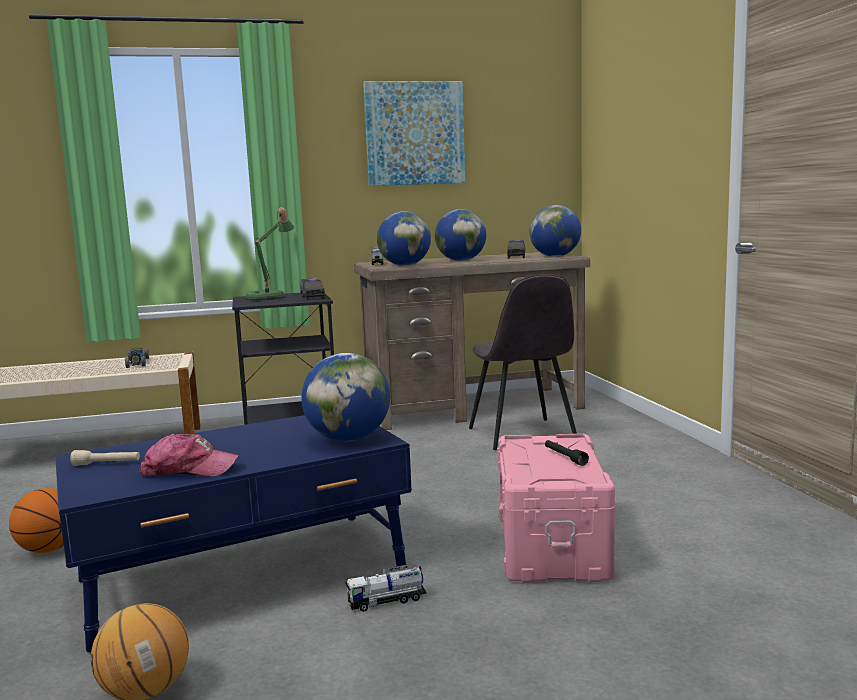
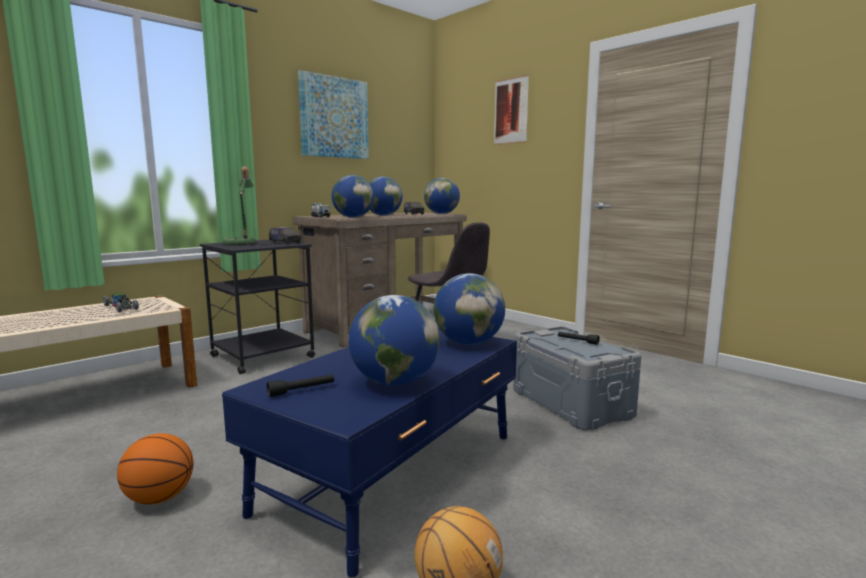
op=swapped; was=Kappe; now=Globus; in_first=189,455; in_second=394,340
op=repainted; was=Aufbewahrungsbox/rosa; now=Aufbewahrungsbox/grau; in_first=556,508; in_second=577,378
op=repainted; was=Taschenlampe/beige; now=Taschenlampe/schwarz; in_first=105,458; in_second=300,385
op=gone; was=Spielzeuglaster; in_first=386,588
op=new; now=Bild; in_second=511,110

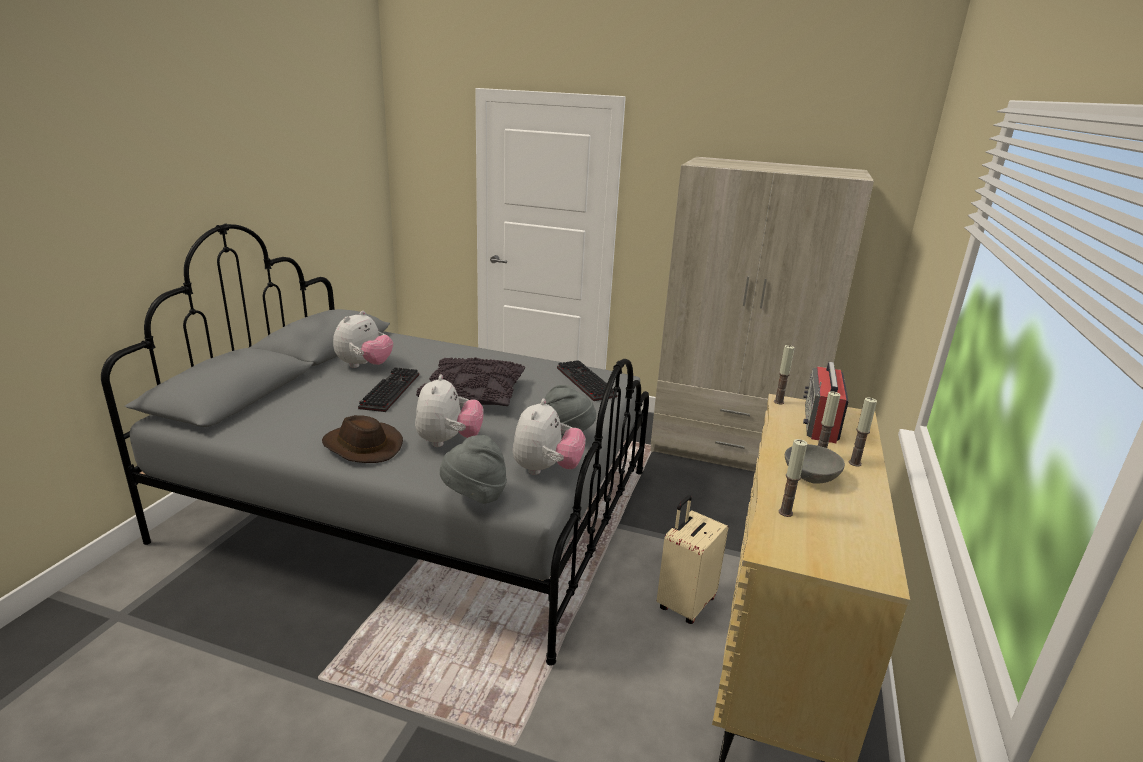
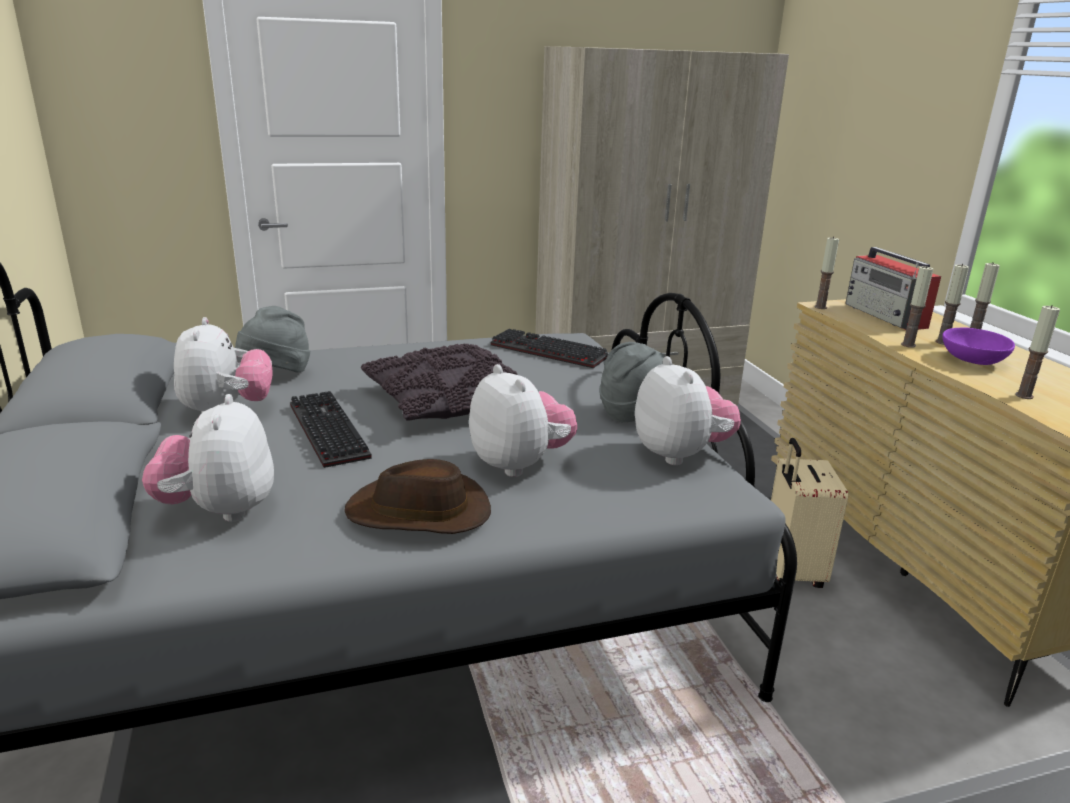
op=shifted; was=Hut/grau; in_first=473,469; in_second=272,339
op=repainted; was=Schüssel/grau; now=Schüssel/lila; in_first=815,464; in_second=978,346
op=new; now=Kerze; in_second=917,306
op=new; now=Plüschtier; in_second=208,458

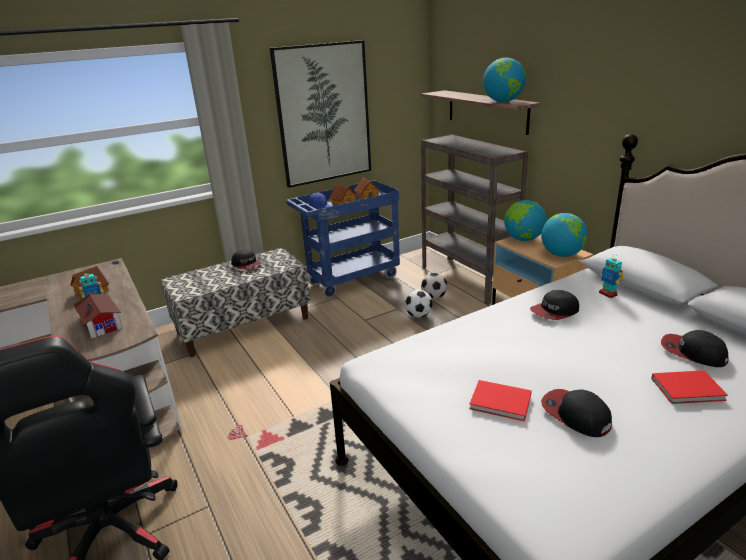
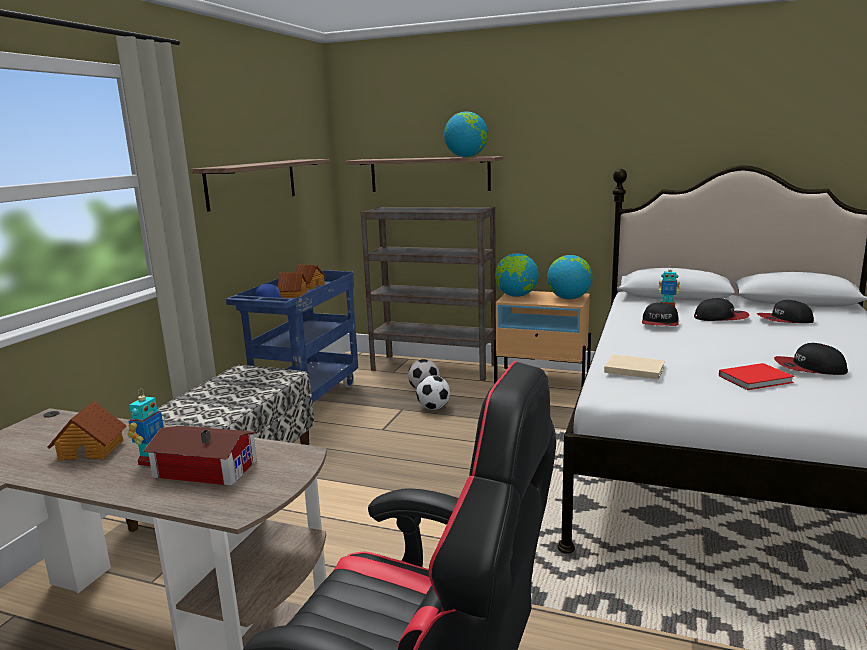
op=swapped; was=Bild; now=Wandregal; in_first=320,114; in_second=260,185
op=shifted; was=Kappe; in_first=246,259; in_second=721,309
op=gone; was=Buch/rot; in_first=689,387
op=new; now=Buch/beige; in_second=634,367

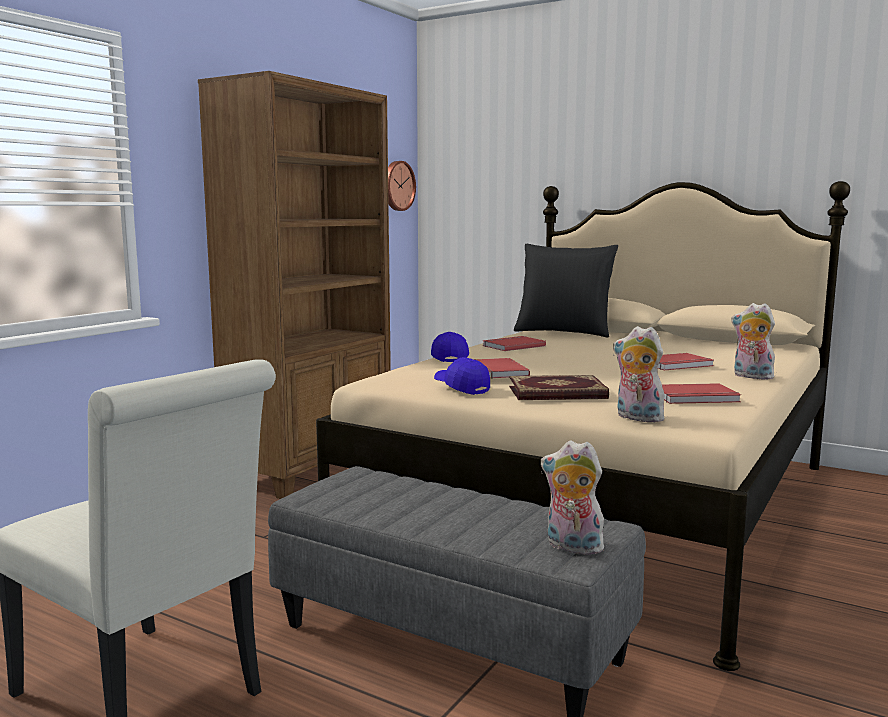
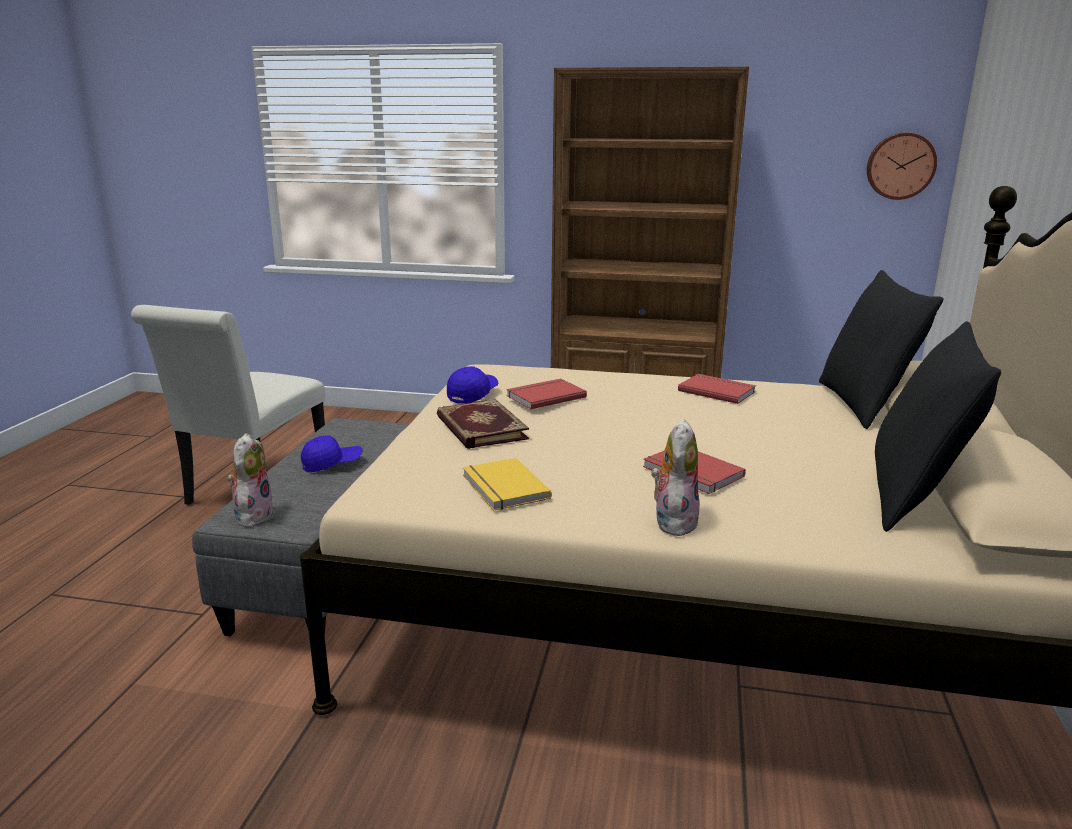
op=gone; was=Plüschtier; in_first=638,374
op=shifted; was=Kappe/blau; in_first=450,347; in_second=332,453
op=repainted; was=Buch/rot; now=Buch/gelb; in_first=701,393; in_second=507,484
op=new; now=Kissen/schwarz; in_second=938,426

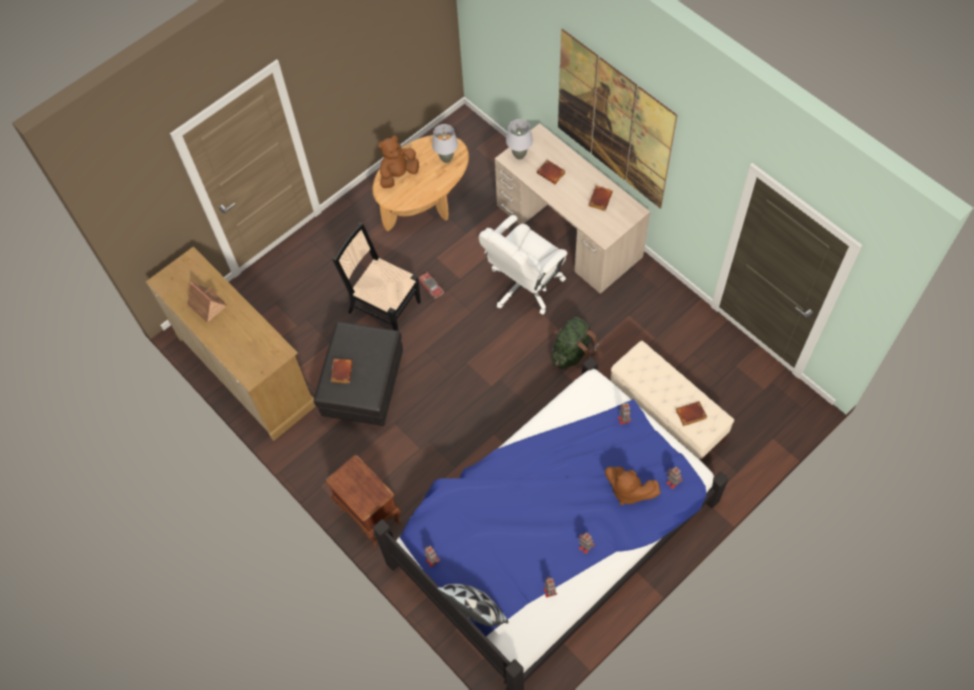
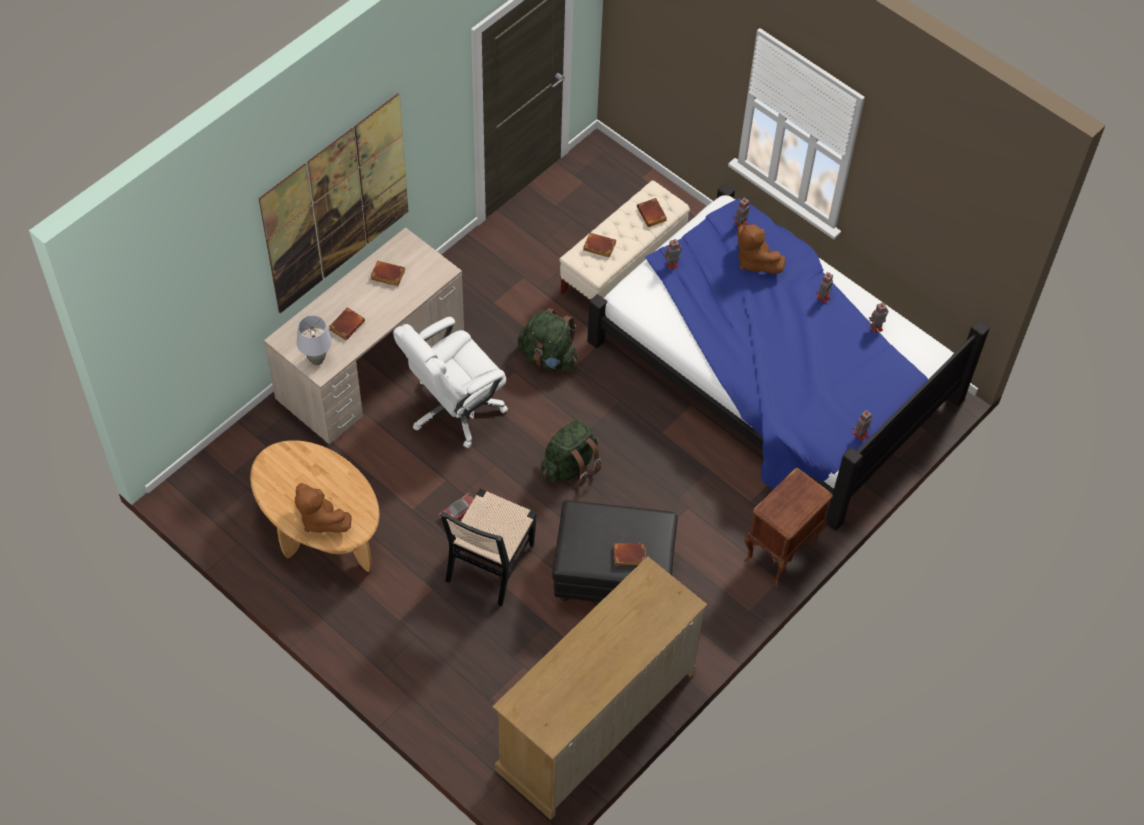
op=gone; was=Tischlampe/grau; in_first=445,143
op=rotated; was=Bürostuhl/weiß; in_first=523,265; in_second=450,382; clockwise=105
op=gone; was=Spielzeughaus; in_first=206,302
op=rotated; was=Plüschtier/braun; in_first=633,486; in_second=761,248; clockwise=120
op=gone; was=Kissen; in_first=473,605
op=new; now=Buch/braun; in_second=599,245
op=new; now=Rucksack/grün; in_second=571,454

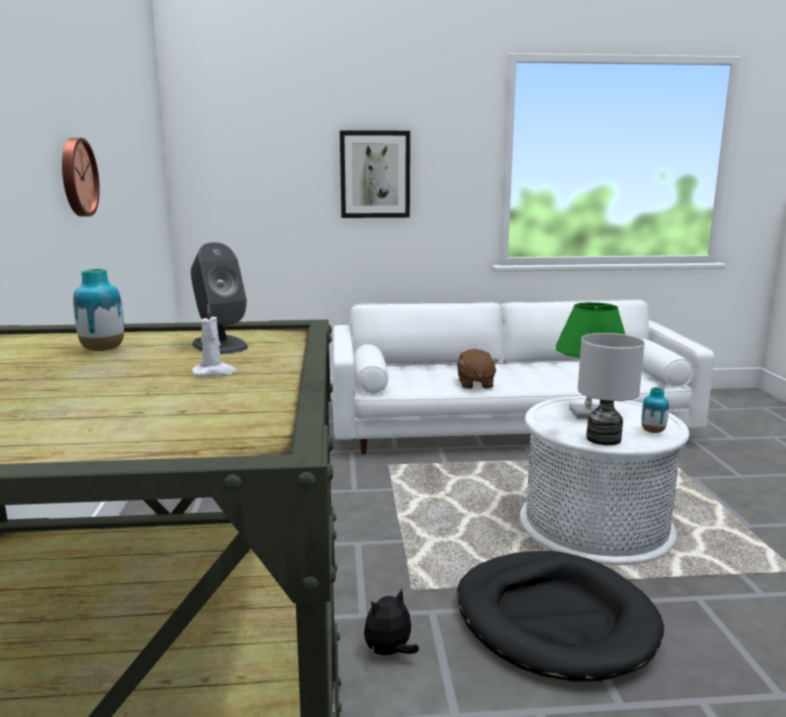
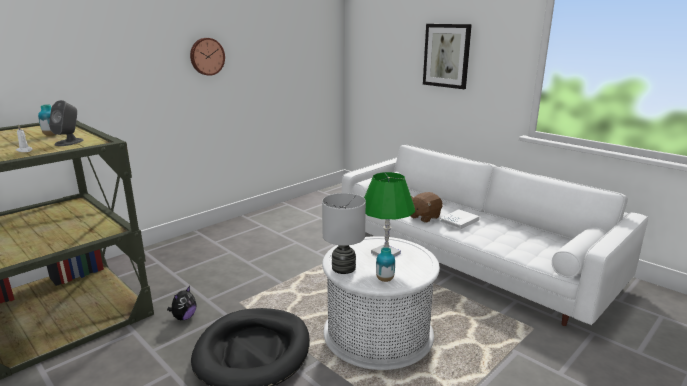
op=rotated; was=Plüschtier; in_first=391,623; in_second=182,303; clockwise=105
op=new; now=Buch/weiß; in_second=459,219

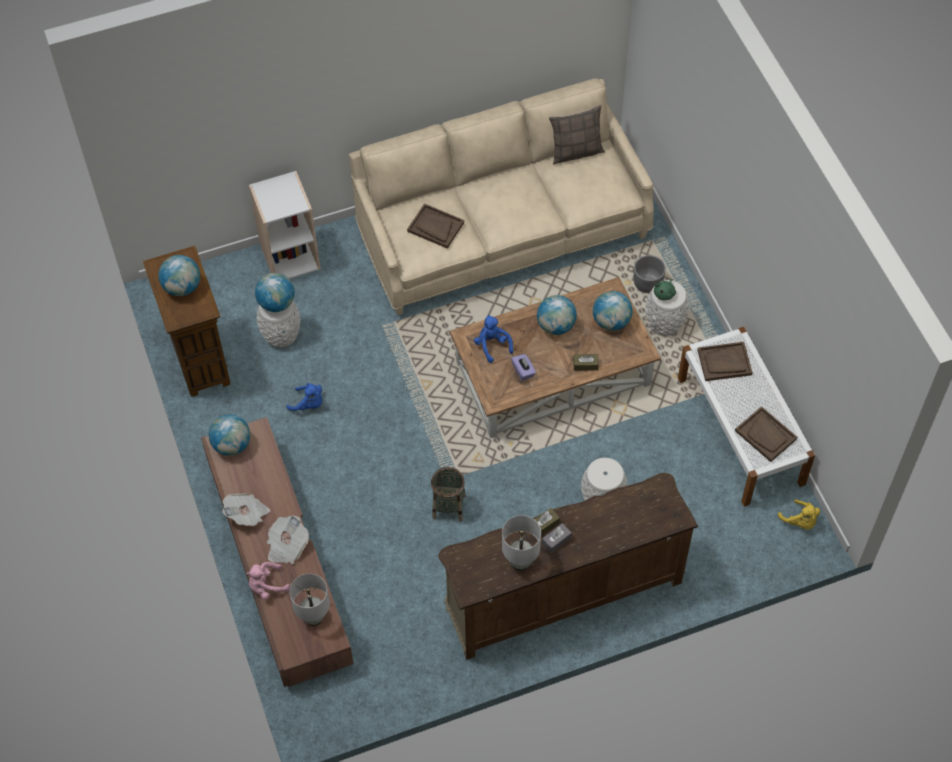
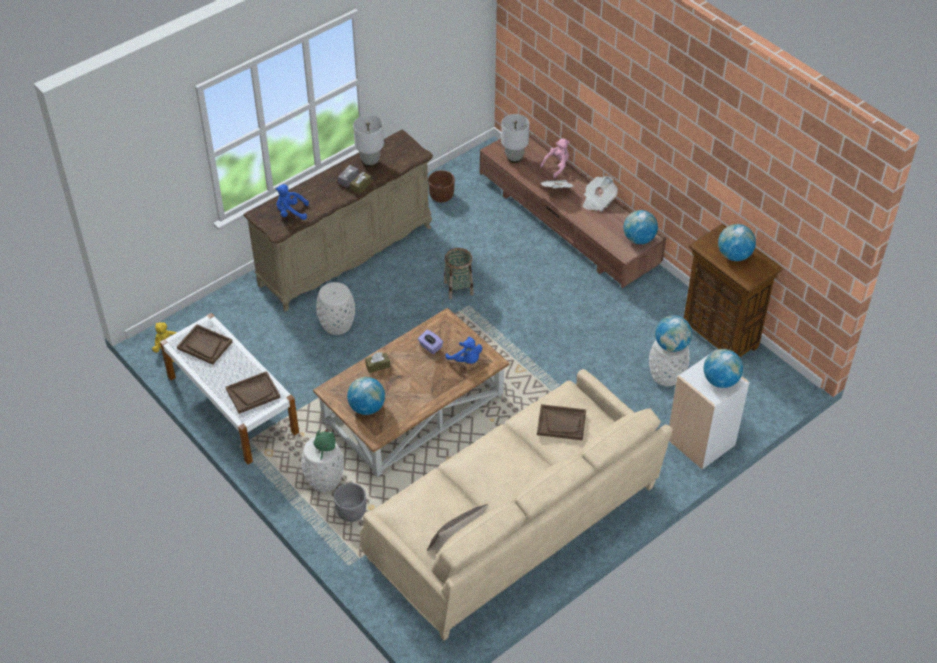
op=shifted; was=Globus; in_first=557,315; in_second=723,368
op=shifted; was=Plüschtier/blau; in_first=304,397; in_second=292,202
op=new; now=Pflanzkübel/braun; in_second=441,186

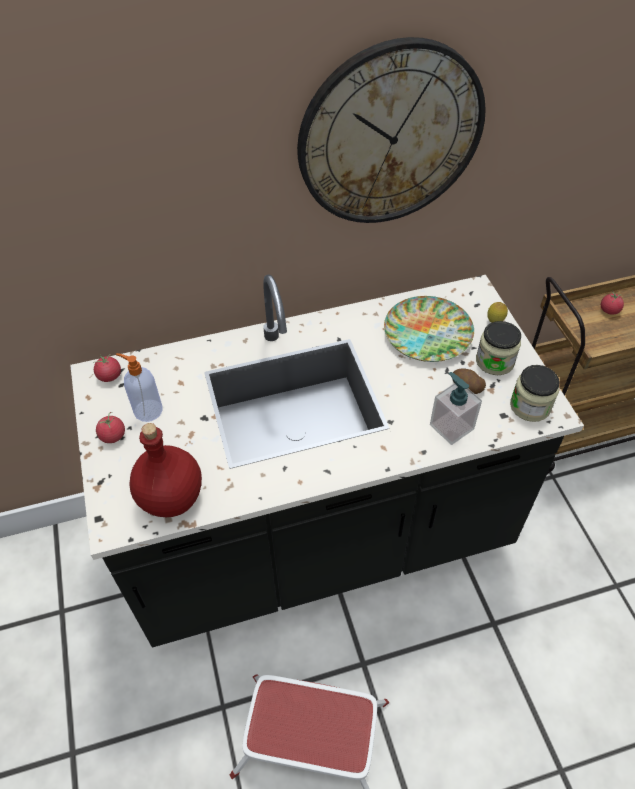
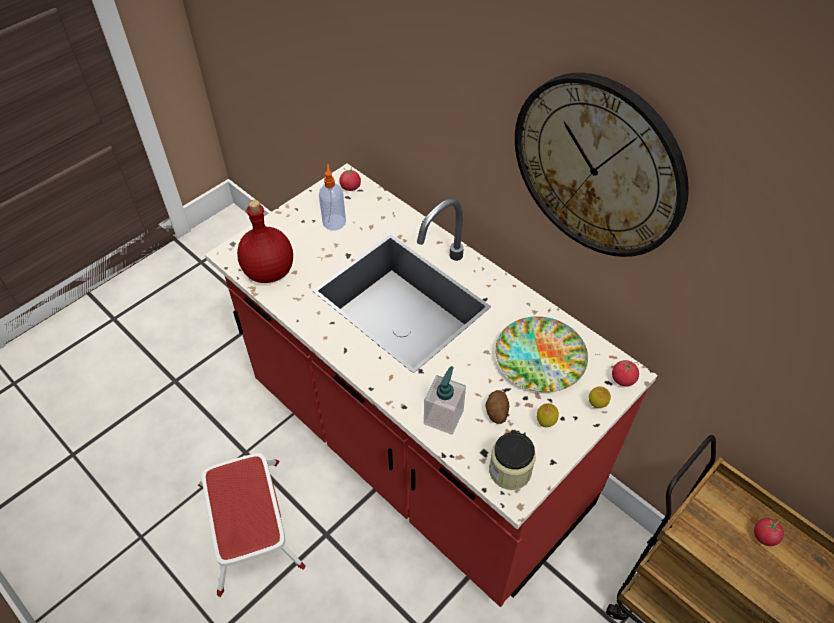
op=repainted; was=Küchenzeile/schwarz; now=Küchenzeile/rot; in_first=327,460; in_second=431,385
op=swapped; was=Vorratsglas; now=Zitrone; in_first=498,348; in_second=548,415
op=shifted; was=Tomate; in_first=110,427; in_second=625,373

